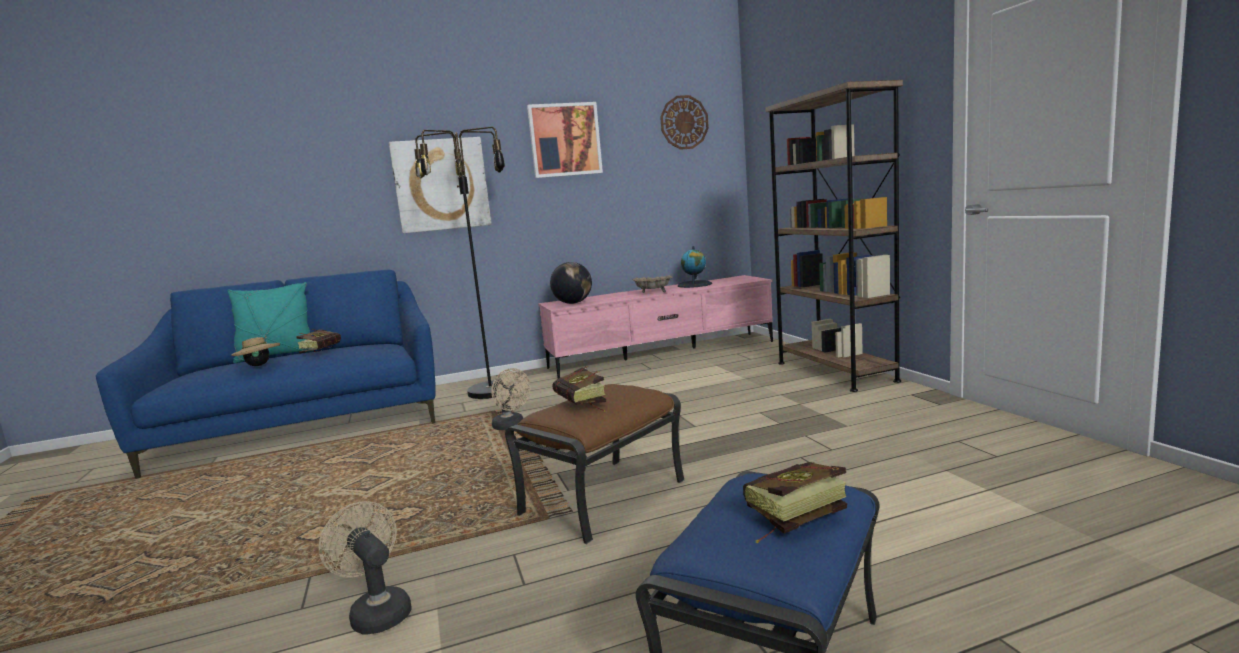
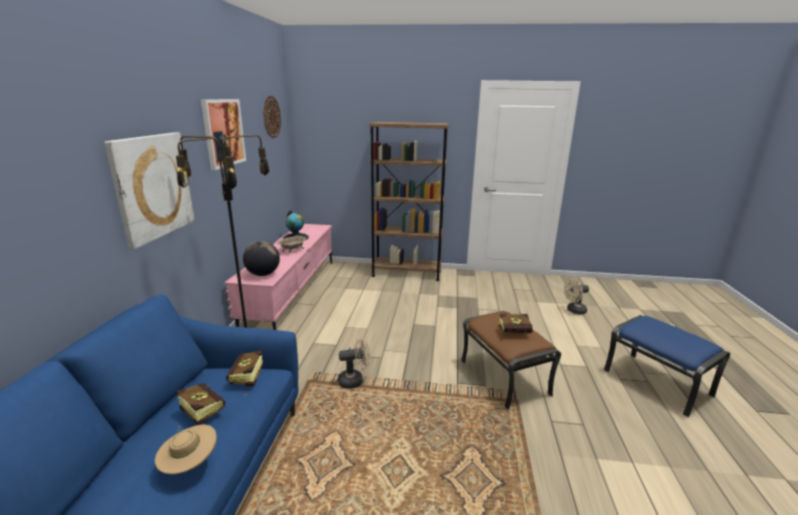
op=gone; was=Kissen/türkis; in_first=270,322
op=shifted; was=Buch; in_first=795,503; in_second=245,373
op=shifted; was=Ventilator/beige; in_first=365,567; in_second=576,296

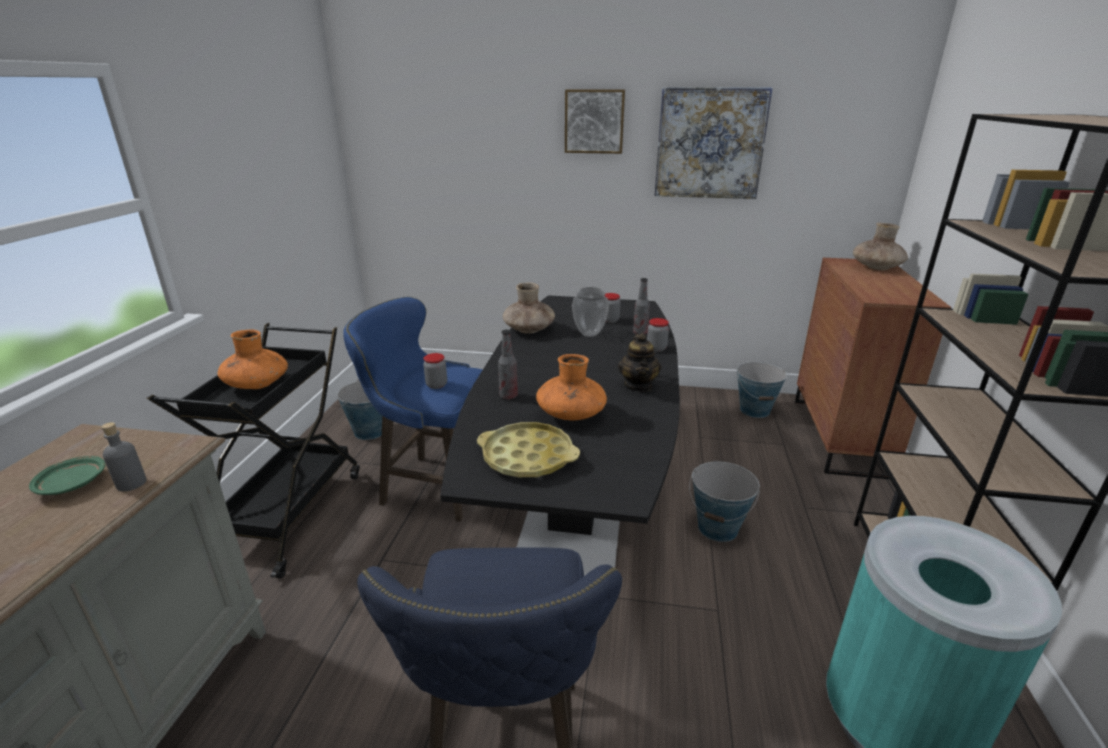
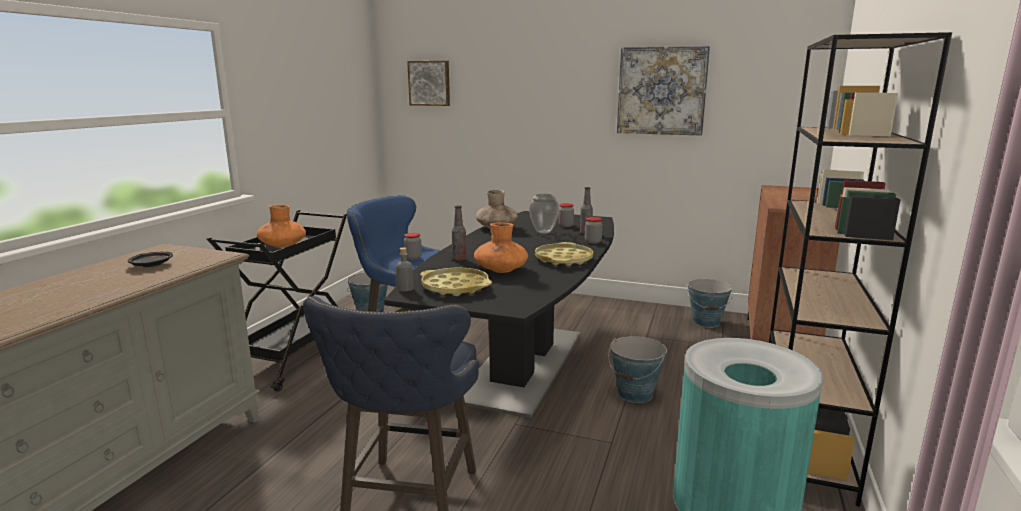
op=shifted; was=Bild; in_first=595,121; in_second=428,83
op=gone; was=Vase/braun; in_first=880,246
op=swapped; was=Teekanne; now=Tablett/gelb; in_first=639,362; in_second=564,254
op=shifted; was=Flasche/grau; in_first=123,457; in_second=404,269
op=repainted; was=Teller/grün; now=Teller/schwarz; in_first=67,475; in_second=150,259

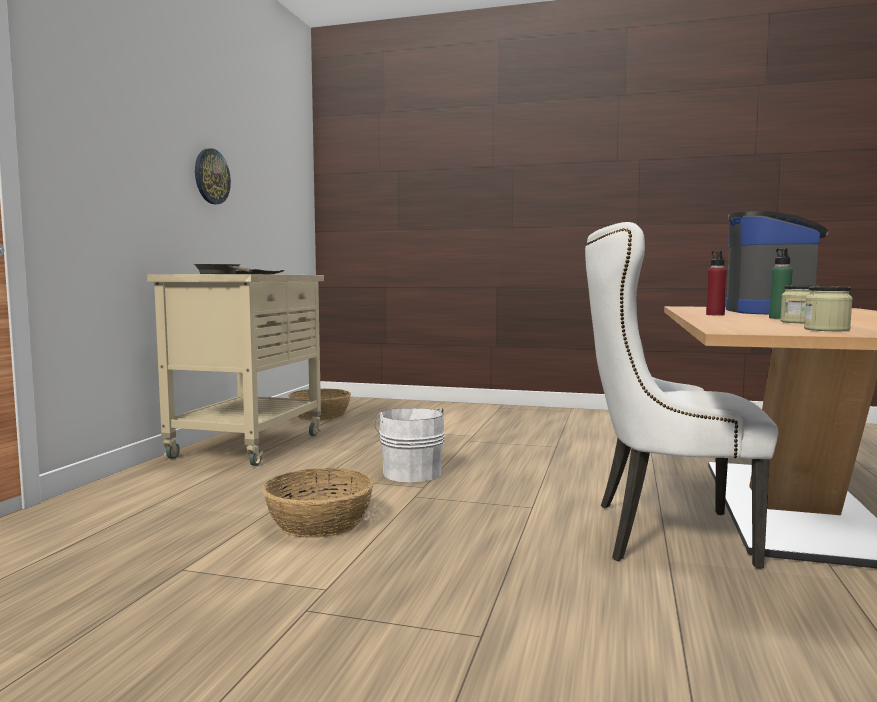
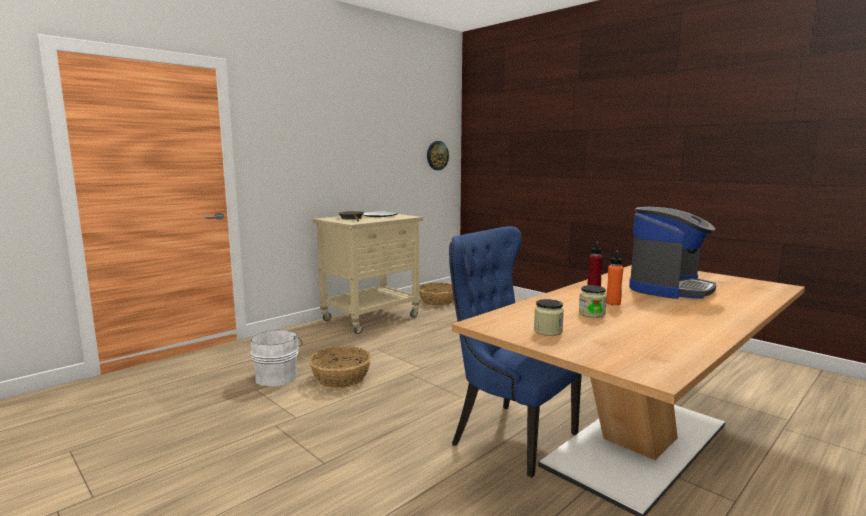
op=shifted; was=Wanduhr; in_first=213,176; in_second=438,155
op=repainted; was=Stuhl/weiß; now=Stuhl/blau; in_first=681,395; in_second=515,352
op=repainted; was=Flasche/grün; now=Flasche/orange; in_first=781,283; in_second=615,278
op=shifted; was=Eimer/weiß; in_first=409,444; in_second=277,358

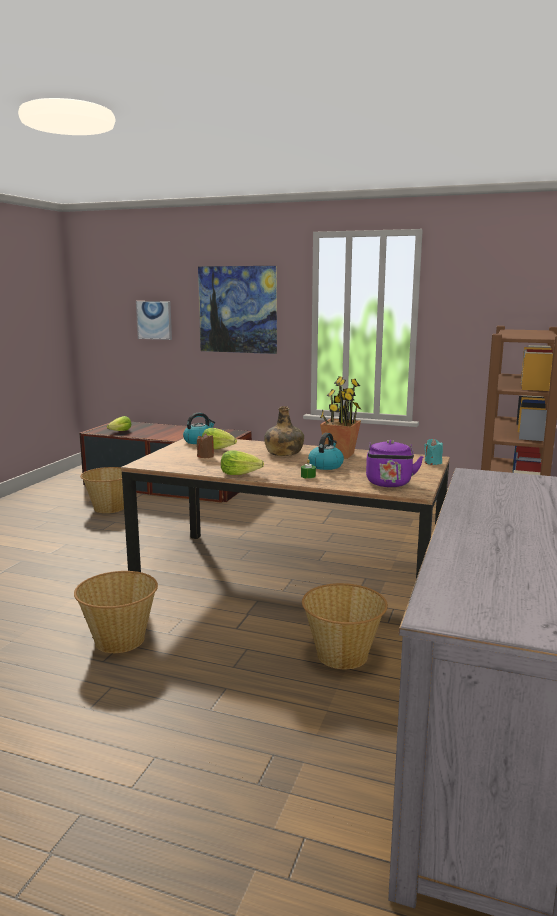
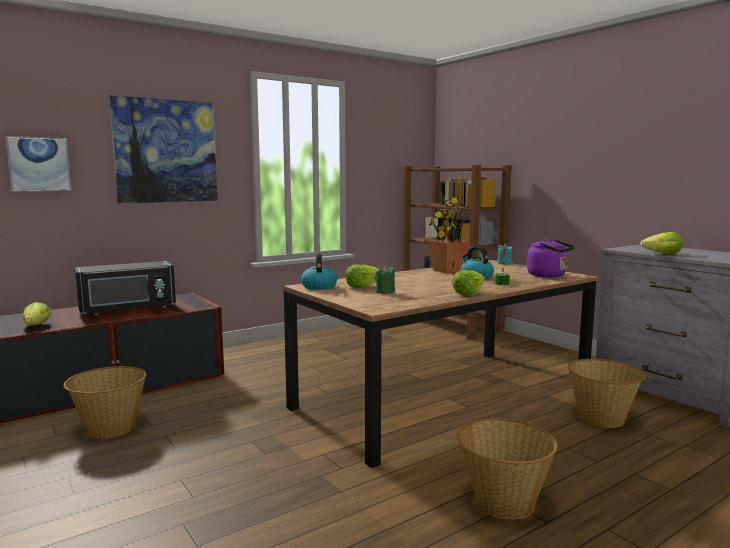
op=gone; was=Flasche/grün; in_first=284,431
op=repainted; was=Kerze/braun; now=Kerze/grün; in_first=205,445; in_second=385,280
op=new; now=Salatkopf; in_second=661,243
op=new; now=Mikrowelle/schwarz; in_second=125,288

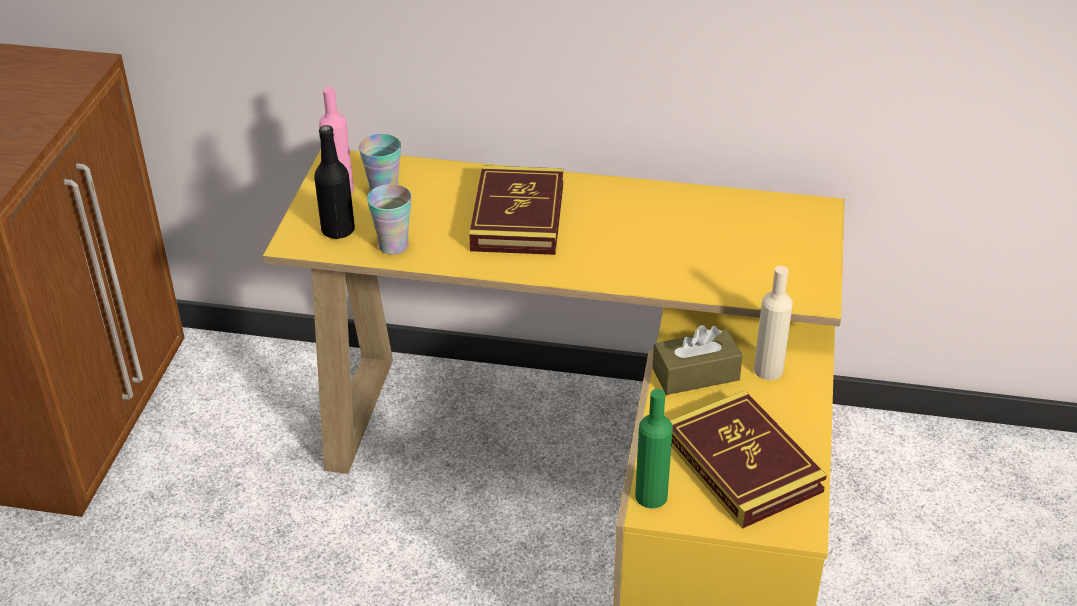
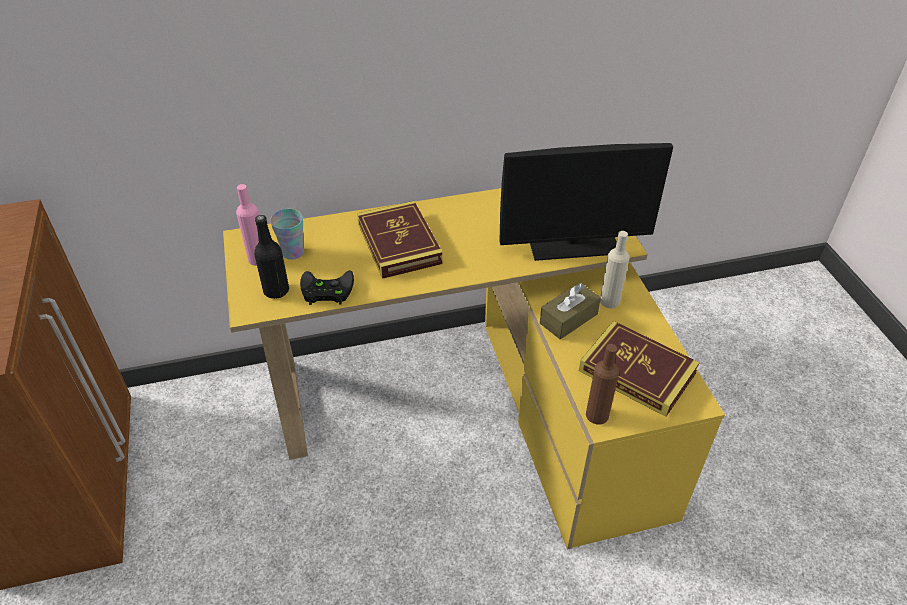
op=swapped; was=Tasse; now=Gamepad/schwarz; in_first=389,219; in_second=327,287
op=repainted; was=Flasche/grün; now=Flasche/braun; in_first=654,449; in_second=602,384
op=new; now=Monitor; in_second=586,202

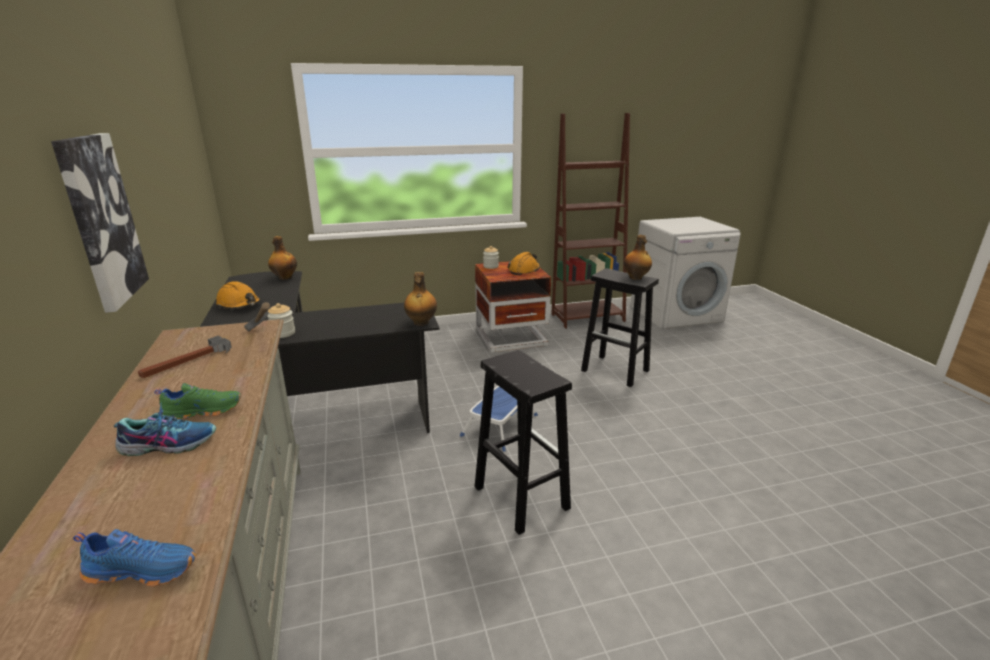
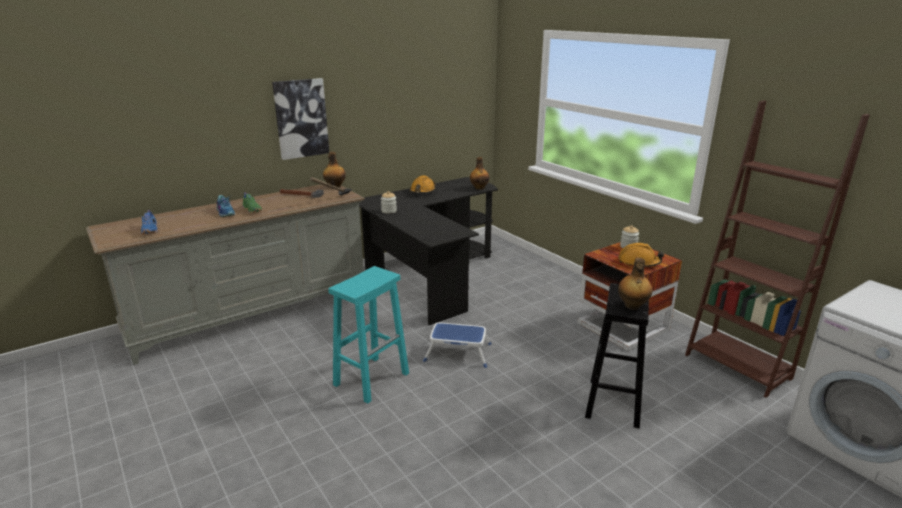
op=shifted; was=Flasche; in_first=420,299; in_second=334,170
op=repainted; was=Hocker/schwarz; now=Hocker/türkis; in_first=523,442; in_second=368,335

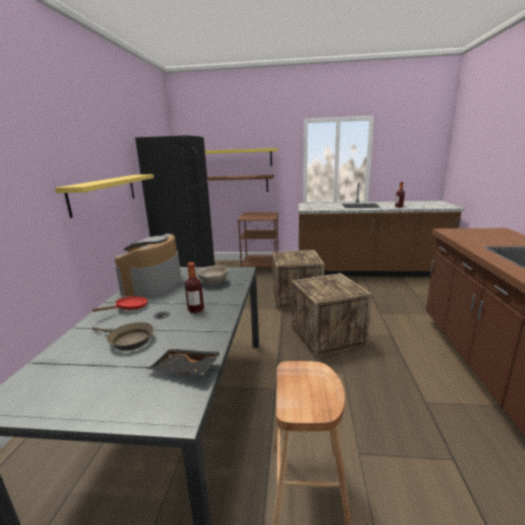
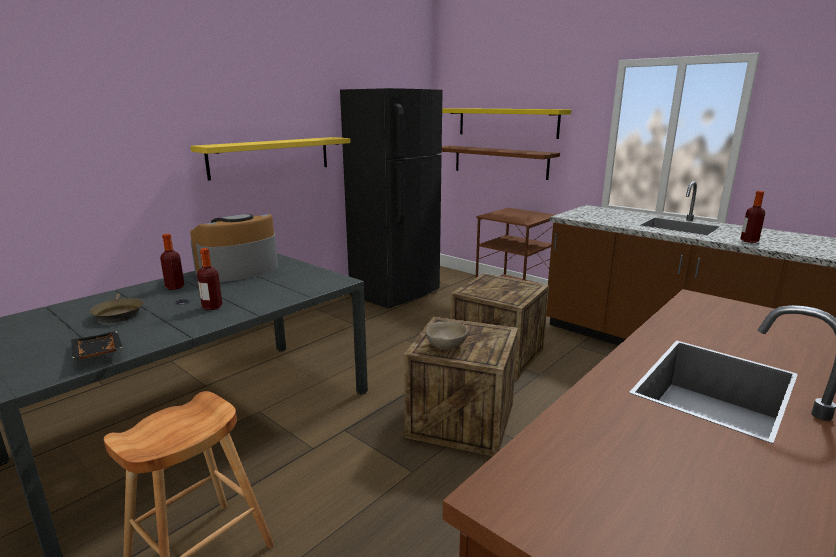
op=shifted; was=Schüssel/beige; in_first=213,275; in_second=447,336
op=swapped; was=Pfanne/rot; now=Flasche; in_first=120,304; in_second=172,262

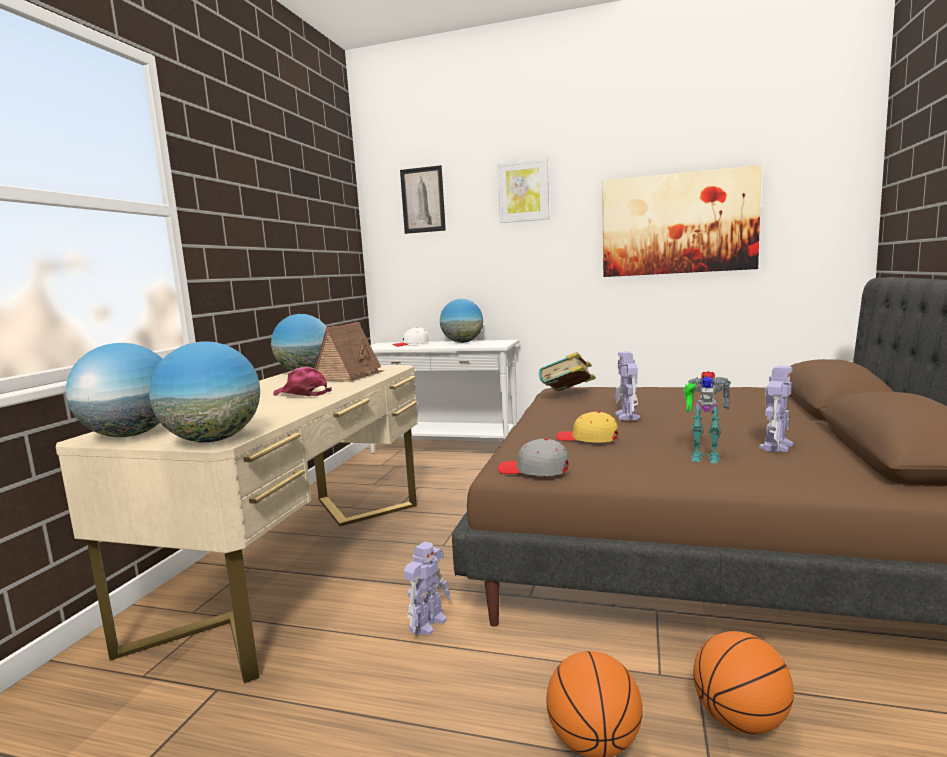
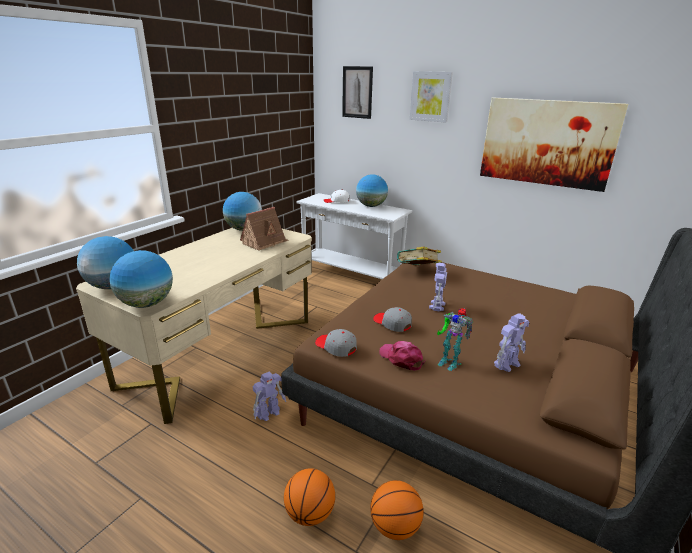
op=shifted; was=Kappe/rosa; in_first=302,381; in_second=402,356
op=repainted; was=Kappe/gelb; now=Kappe/grau; in_first=587,427; in_second=392,319

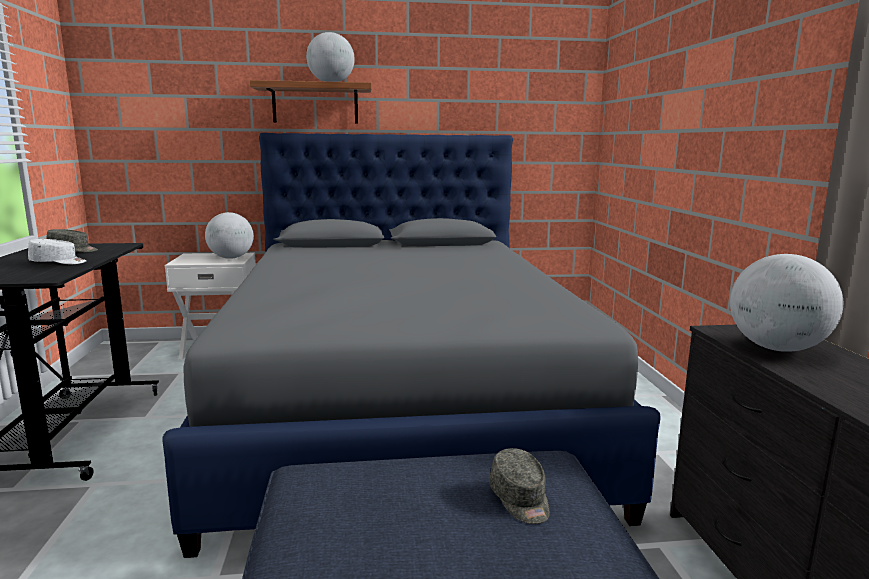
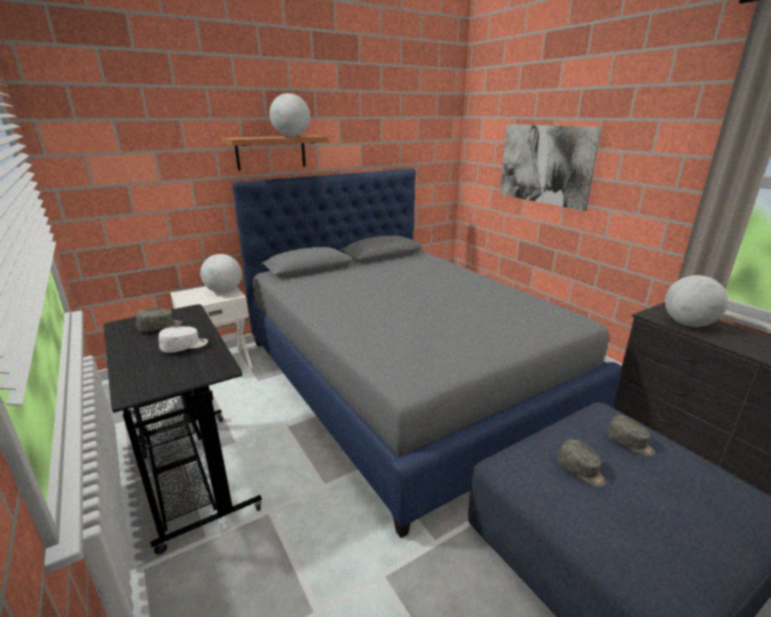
op=new; now=Bild; in_second=551,167
op=new; now=Kappe/grau; in_second=582,463

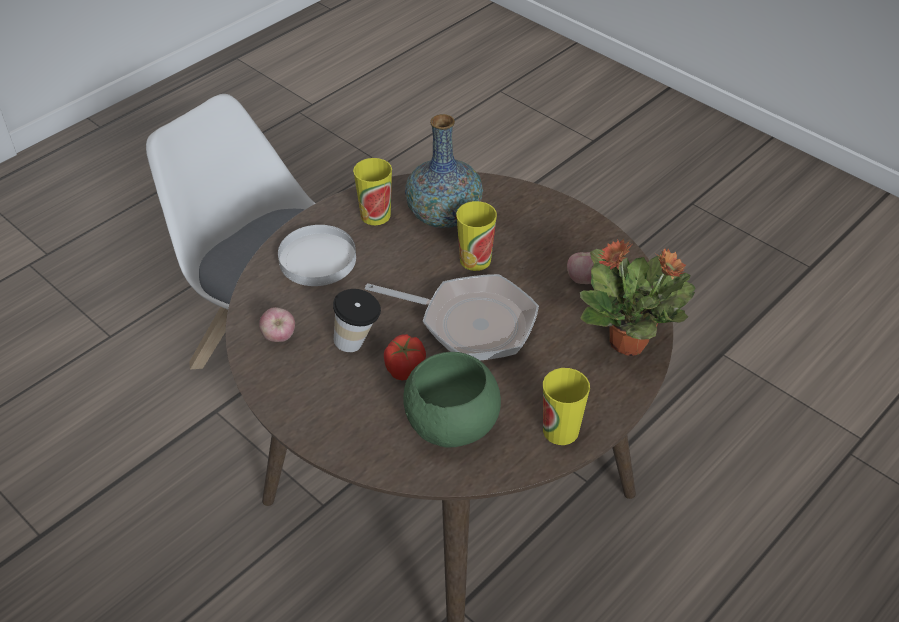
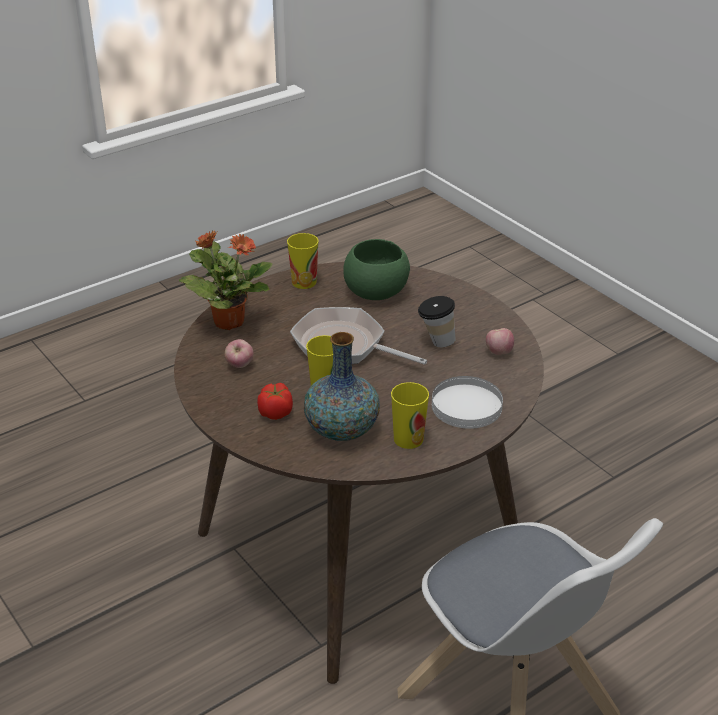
op=shifted; was=Tomate; in_first=405,357; in_second=275,401

